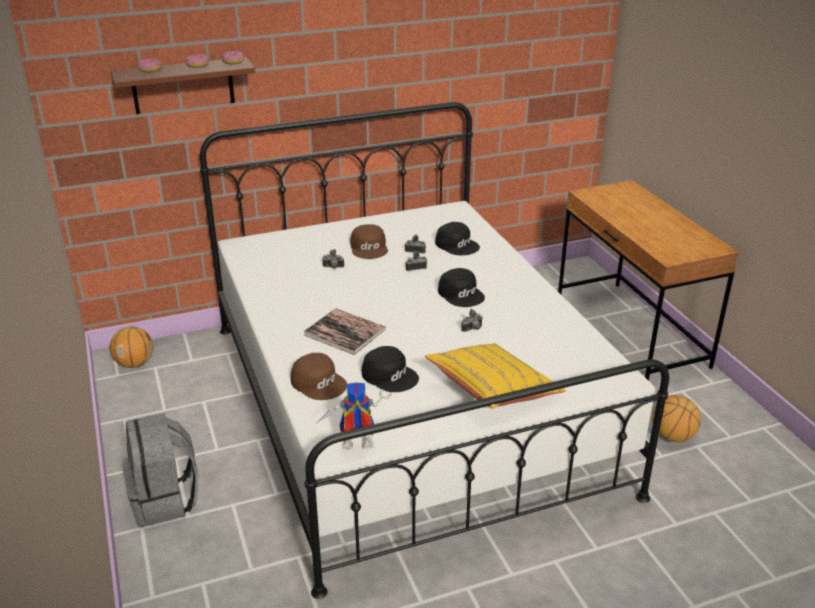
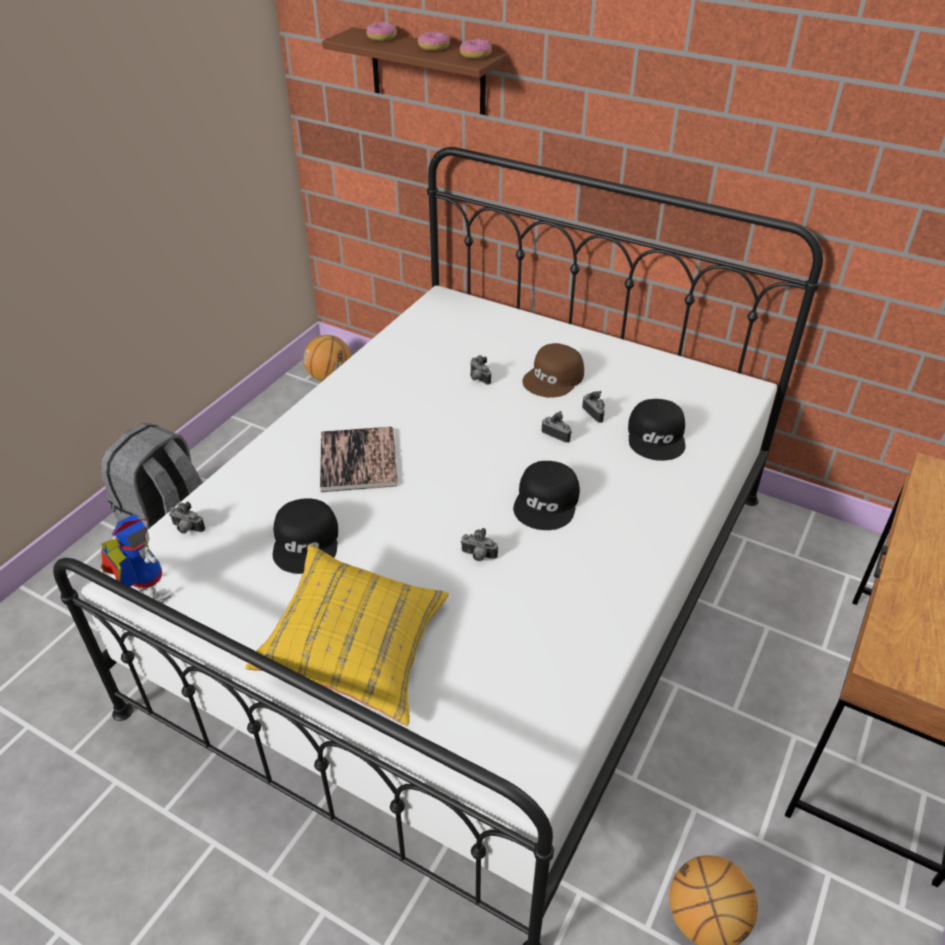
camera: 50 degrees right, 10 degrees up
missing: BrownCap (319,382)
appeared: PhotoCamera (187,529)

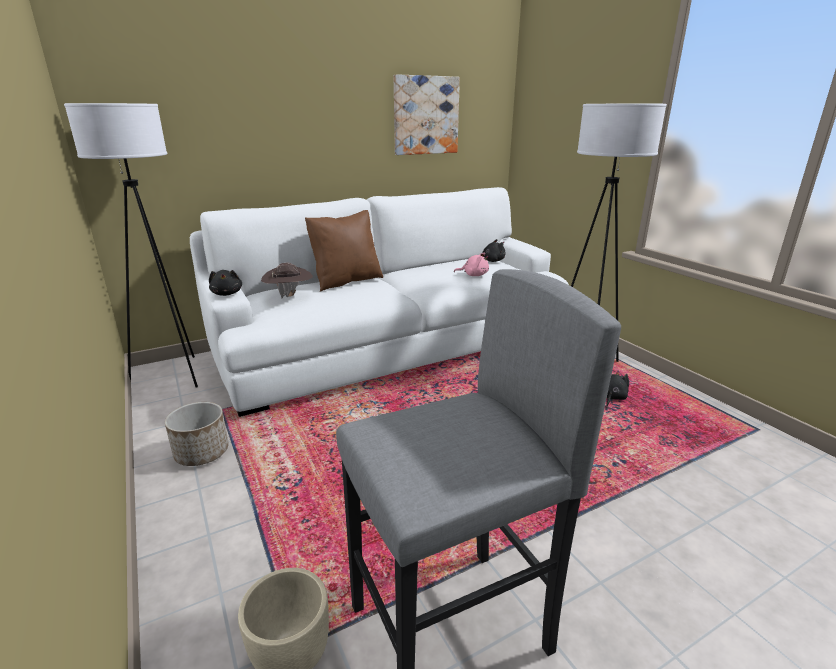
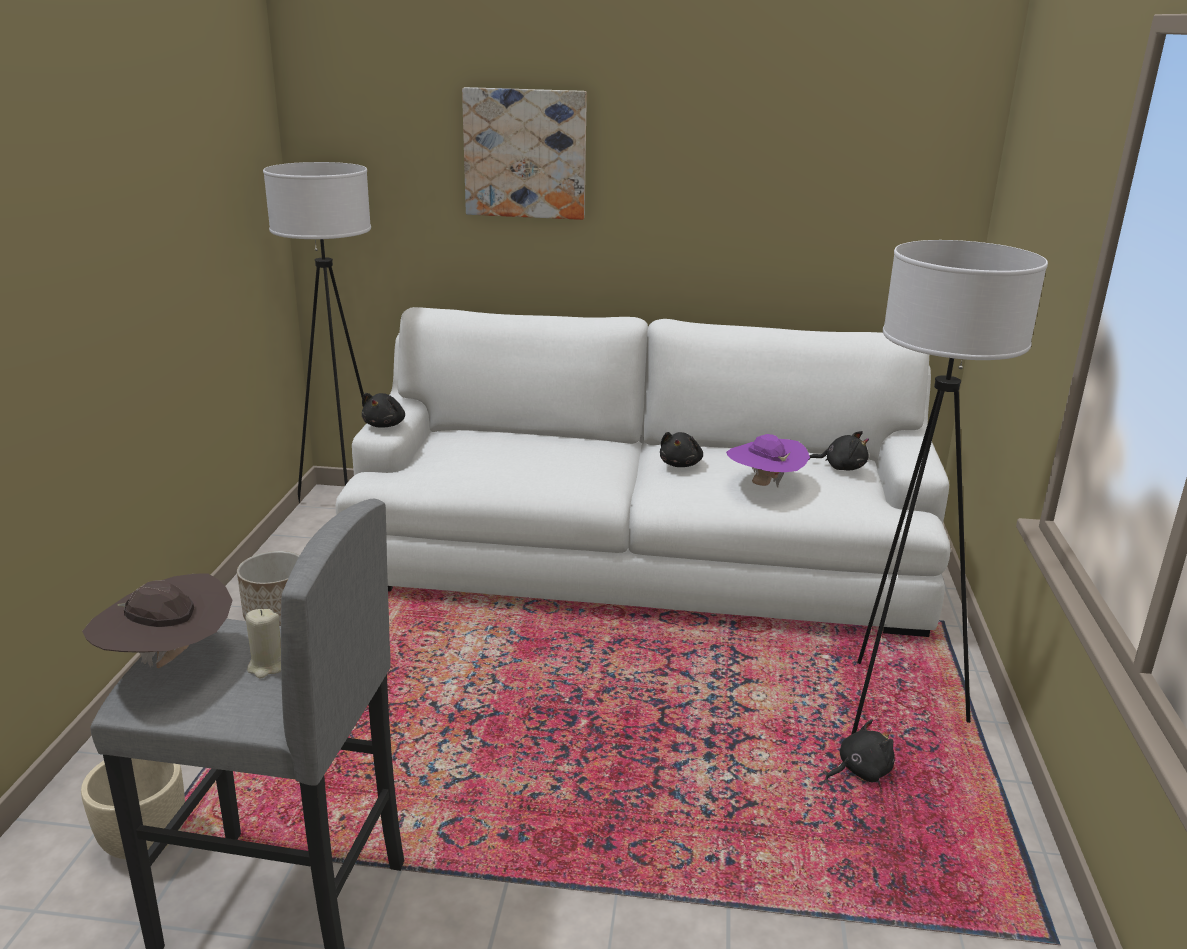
camera: 35 degrees right, 0 degrees up
missing: BrownPillow (346,281)
appeared: BeigeCandle (268,666); BlackPlushToy (681,464)
relocated: BrownHat (289,296) to (168,662); Picture (425,115) to (525,153)
exchanged: PinkPlushToy (474,275) to PurpleHat (764,485)

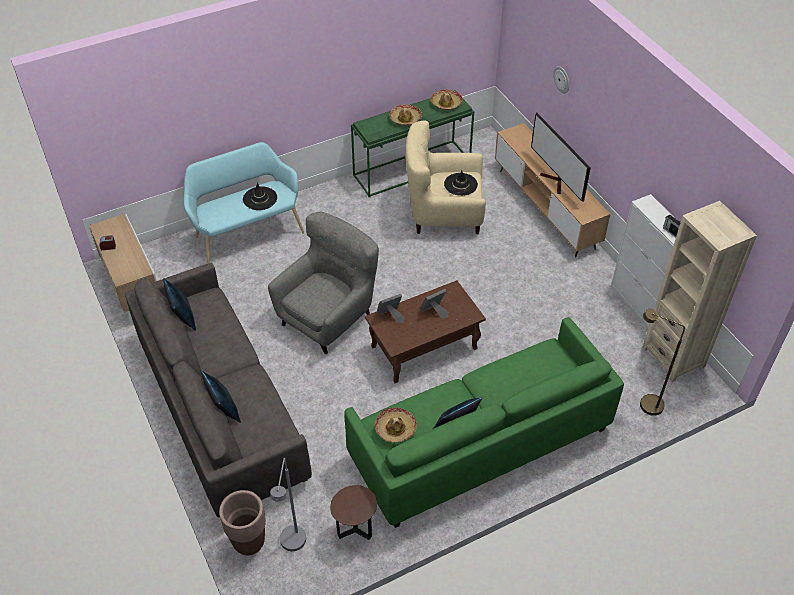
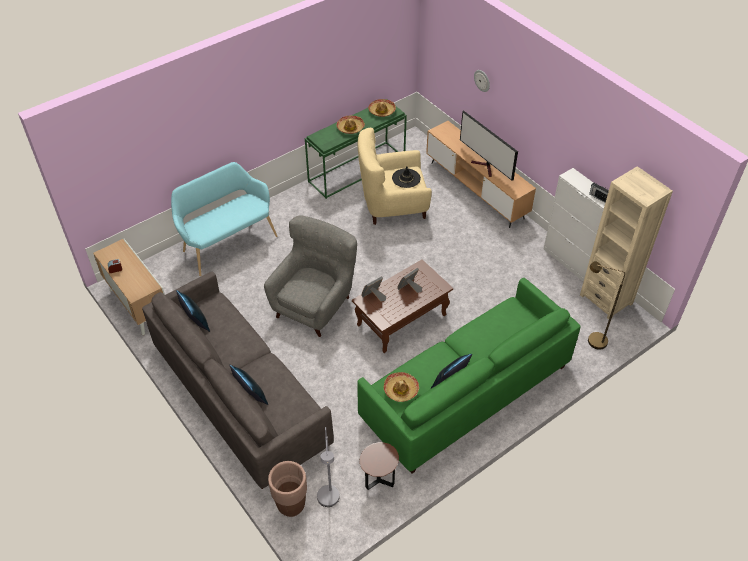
camera: 10 degrees left, 0 degrees up
missing: BlackHat (260,198)

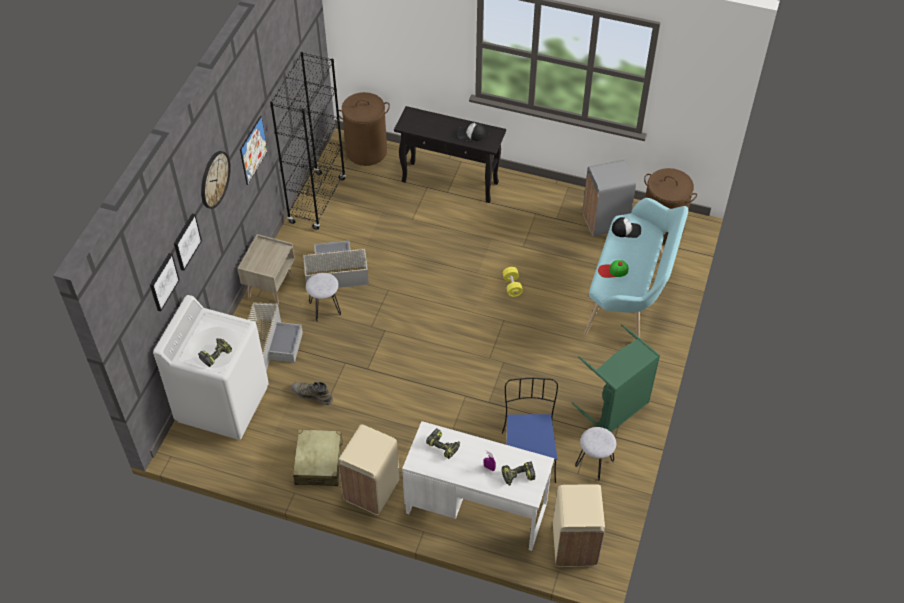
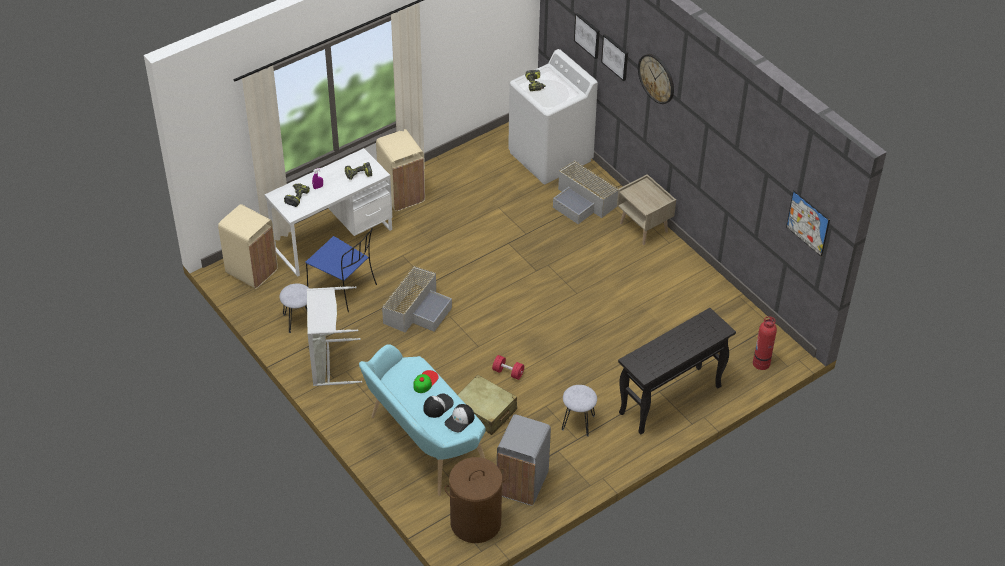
camera: 125 degrees right, 5 degrees down
missing: BlackBookcase (317,201); GreenBoot (312,394)
relocated: Picture (253,150) to (808,223); BeigeSuitcase (319,463) to (485,411); GreyStorageBox (335,272) to (417,309); GreyStool (325,308) to (578,423); Cap (471,134) to (438,406)
exchanged: BrownLaundryBasket (366,151) to FireExtinguisher (761,362)
colour: YellowDumbbell (512,286) to RedDumbbell (508,372); GreenLaundryBasket (616,408) to GreyLaundryBasket (329,363)

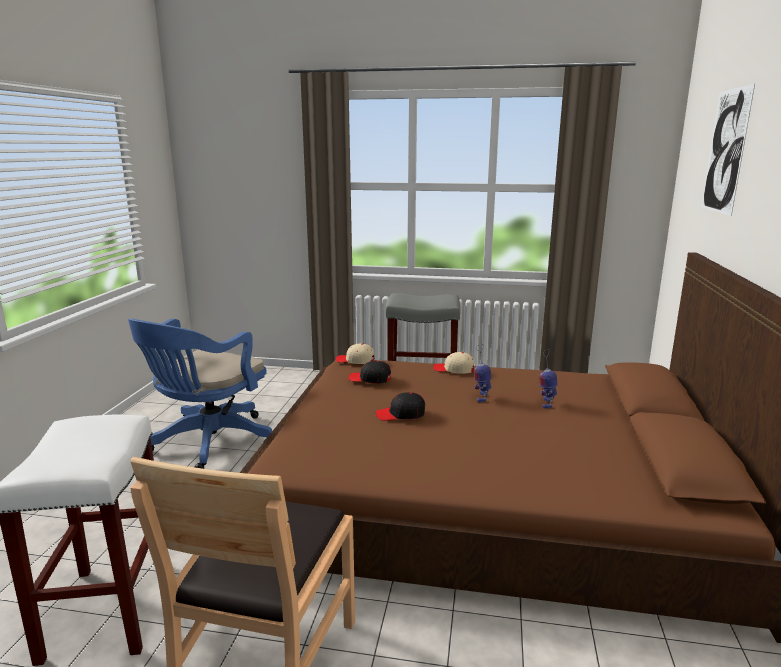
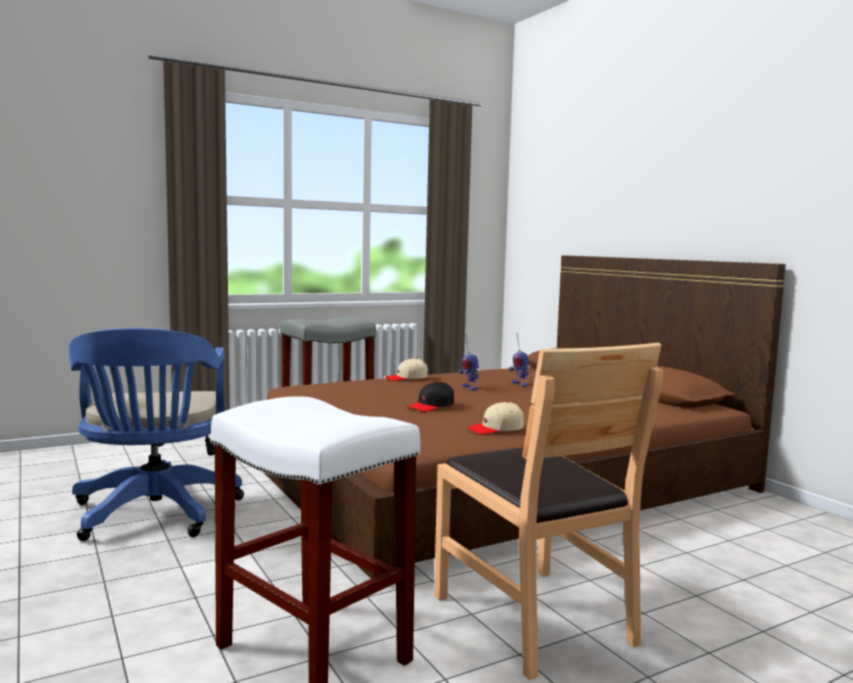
camera: 40 degrees left, 10 degrees down
missing: BlackCap (370,379); Picture (725,151)
relocated: BeigeCap (355,360) to (496,429)

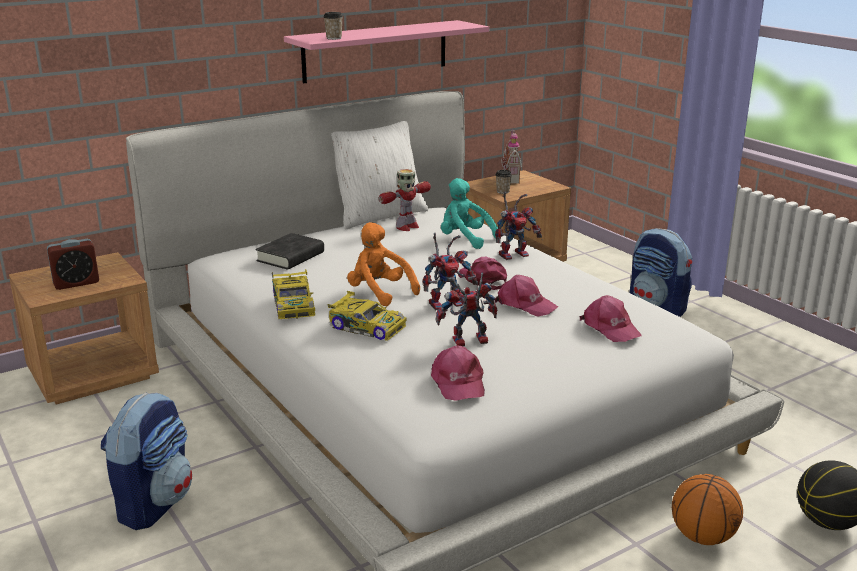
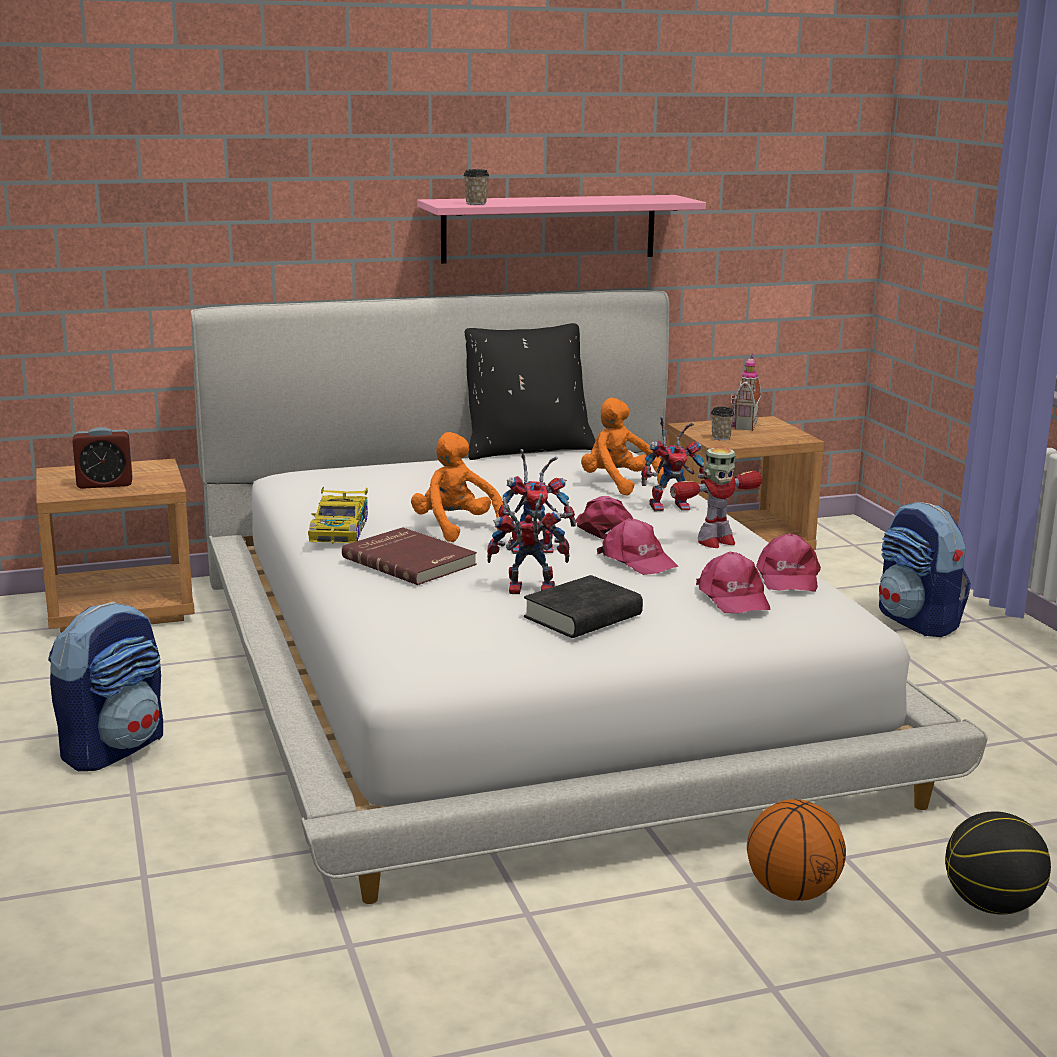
camera: 15 degrees right, 5 degrees down
relocated: BlackBook (290,257) to (583,616); ToyRobot (406,227) to (715,542); PinkCap (457,382) to (787,577)
exchanged: ToyCar (366,326) to RedBook (411,560)
colour: WhitePillow (379,215) to BlackPillow (526,449); TurquoisePlushToy (465,239) to OrangePlushToy (618,484)

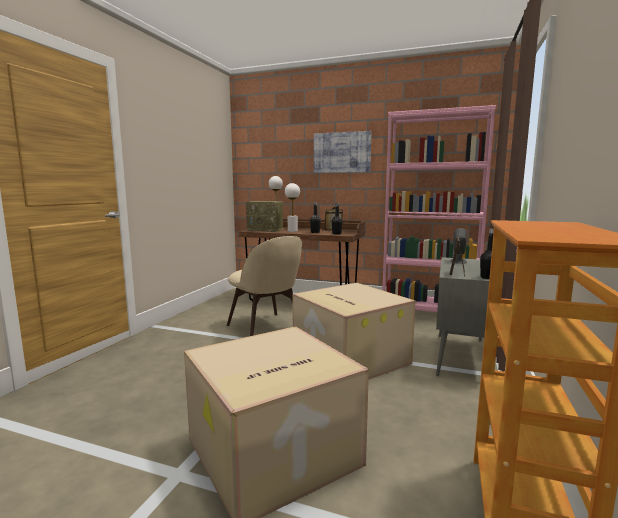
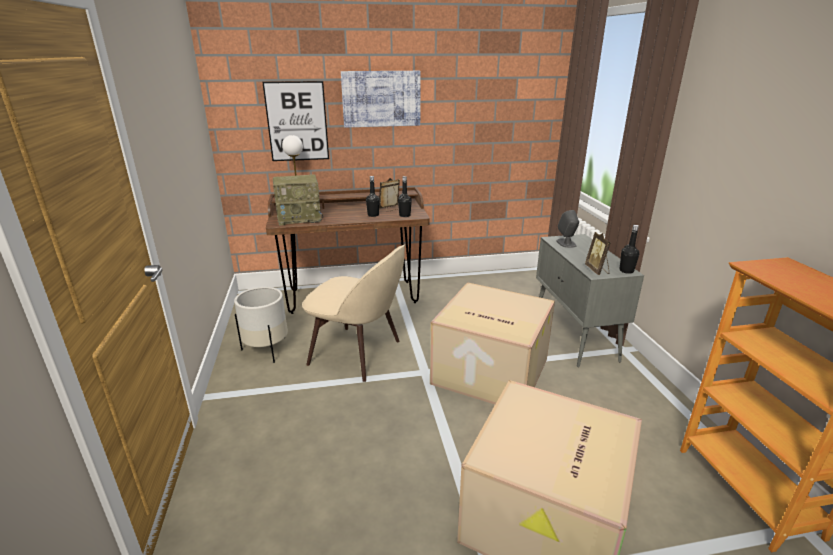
camera: 30 degrees left, 15 degrees up
missing: WhiteTableLamp (292,231); PinkBookcase (428,311)
appeared: WhitePlanter (267,350); Picture (297,121)

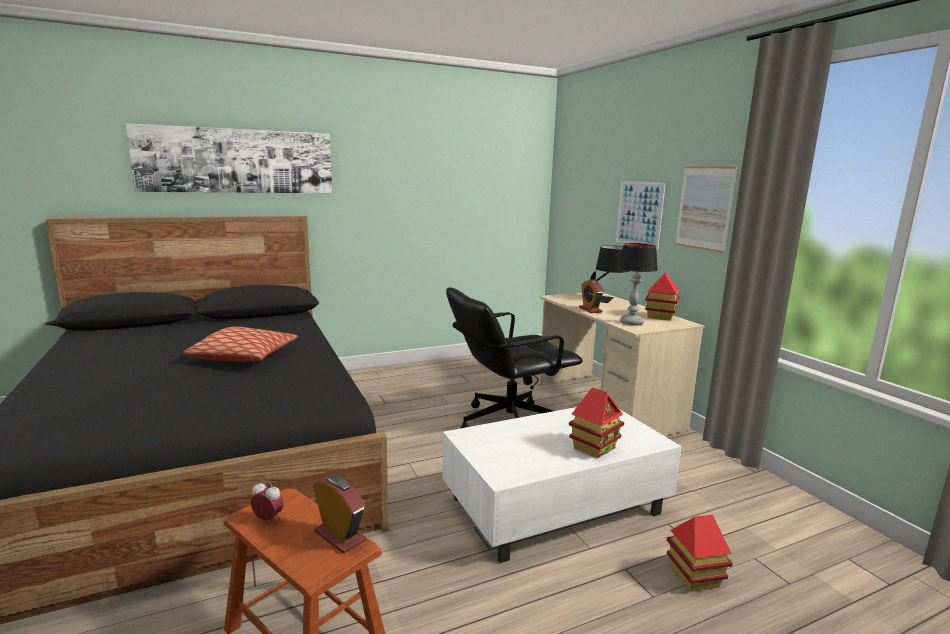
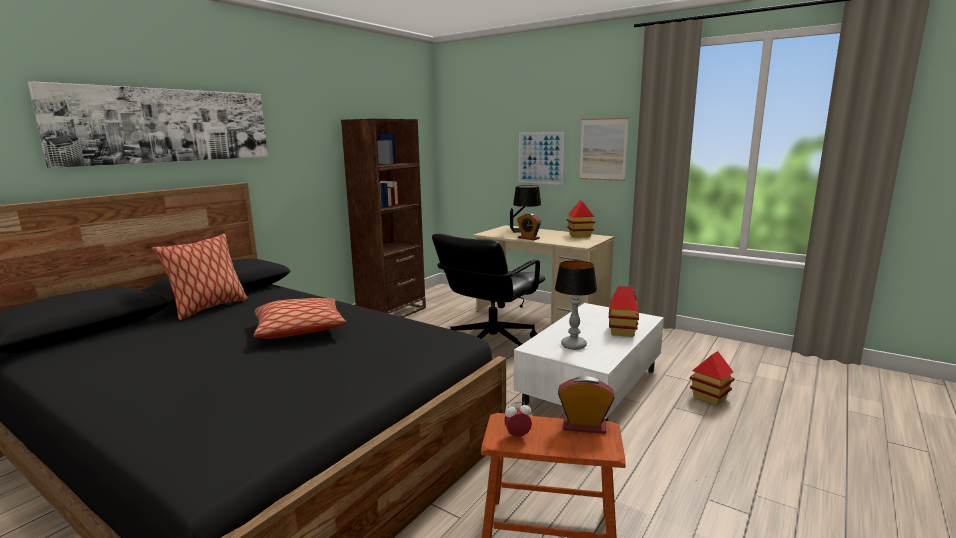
camera: 30 degrees left, 0 degrees up
appeared: Pillow (209,308); BrownBookcase (392,312)
relocated: TableLamp (632,323) to (573,345)

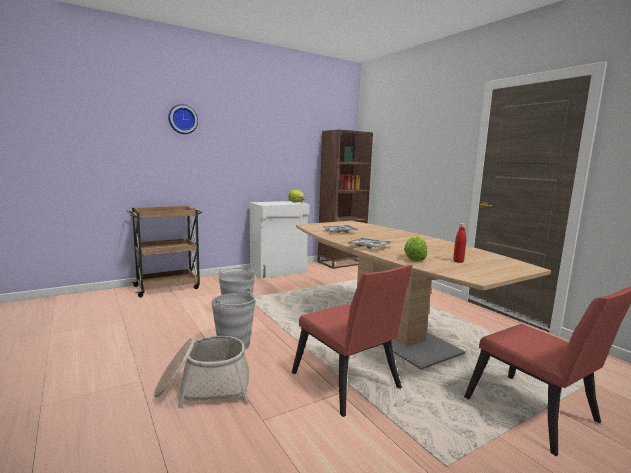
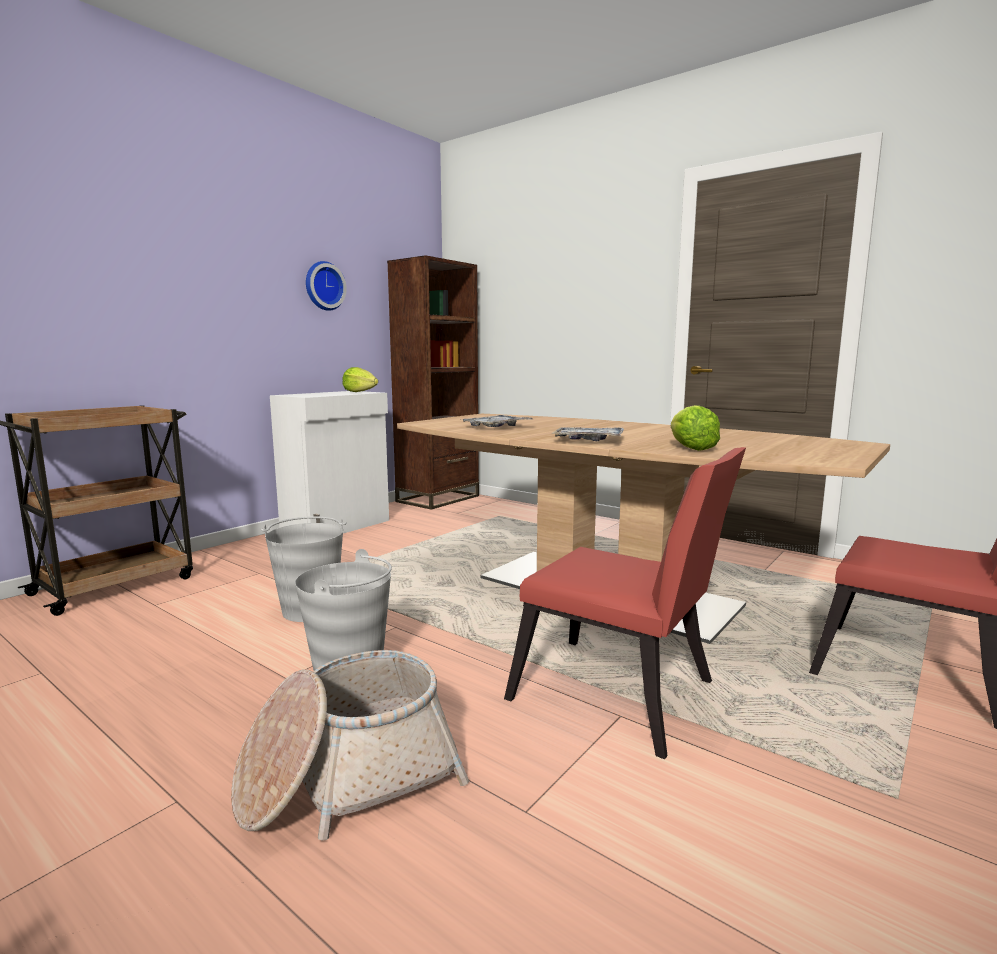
camera: 20 degrees left, 0 degrees up
missing: RedBottle (458,261)
relocated: WallClock (182,119) to (323,286)

